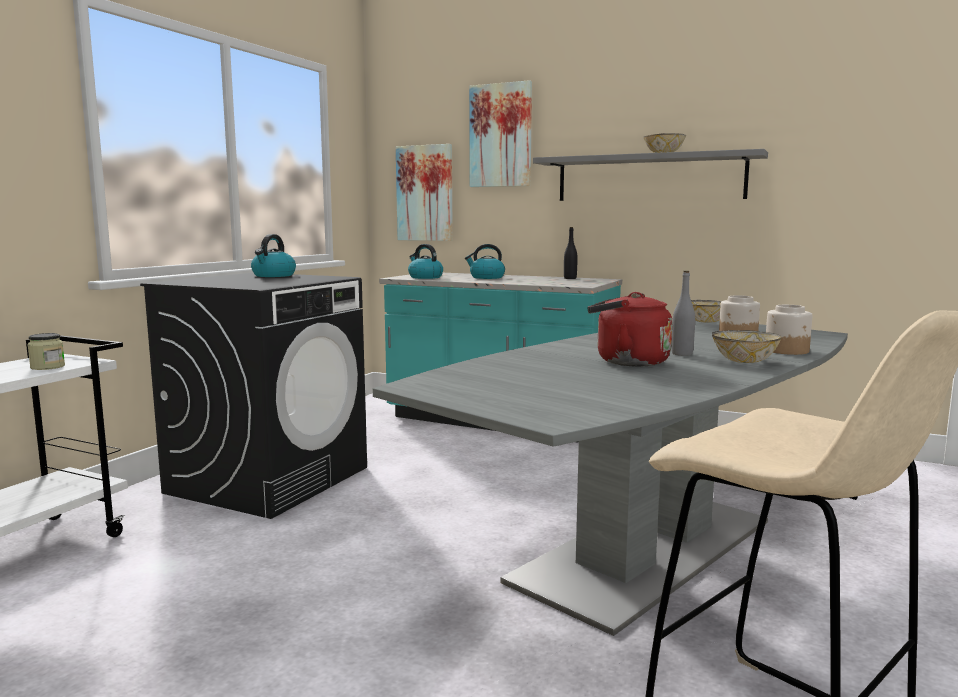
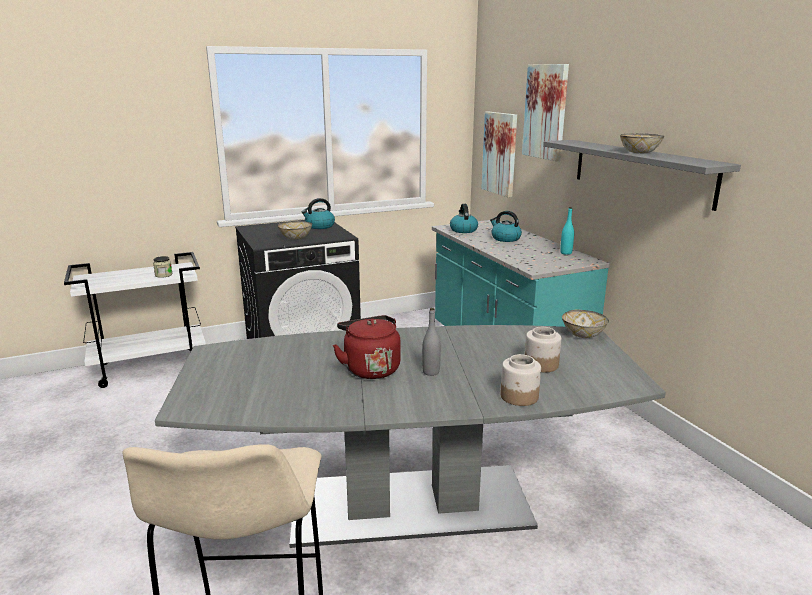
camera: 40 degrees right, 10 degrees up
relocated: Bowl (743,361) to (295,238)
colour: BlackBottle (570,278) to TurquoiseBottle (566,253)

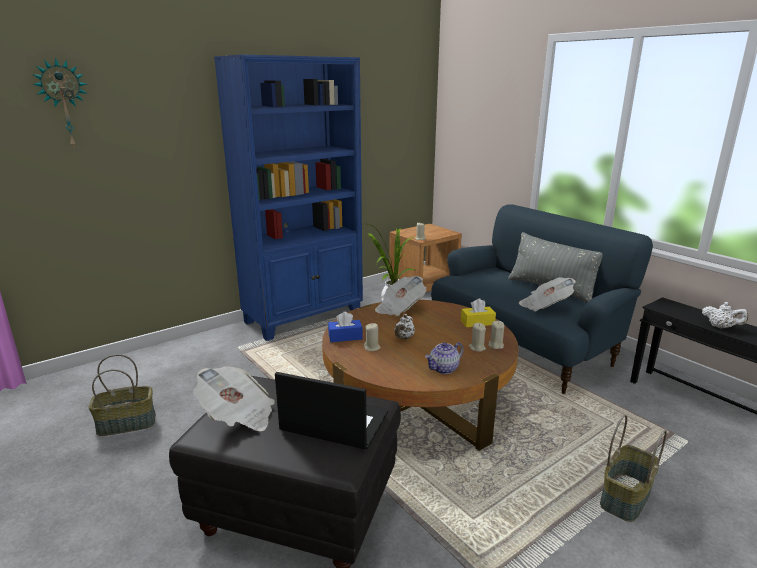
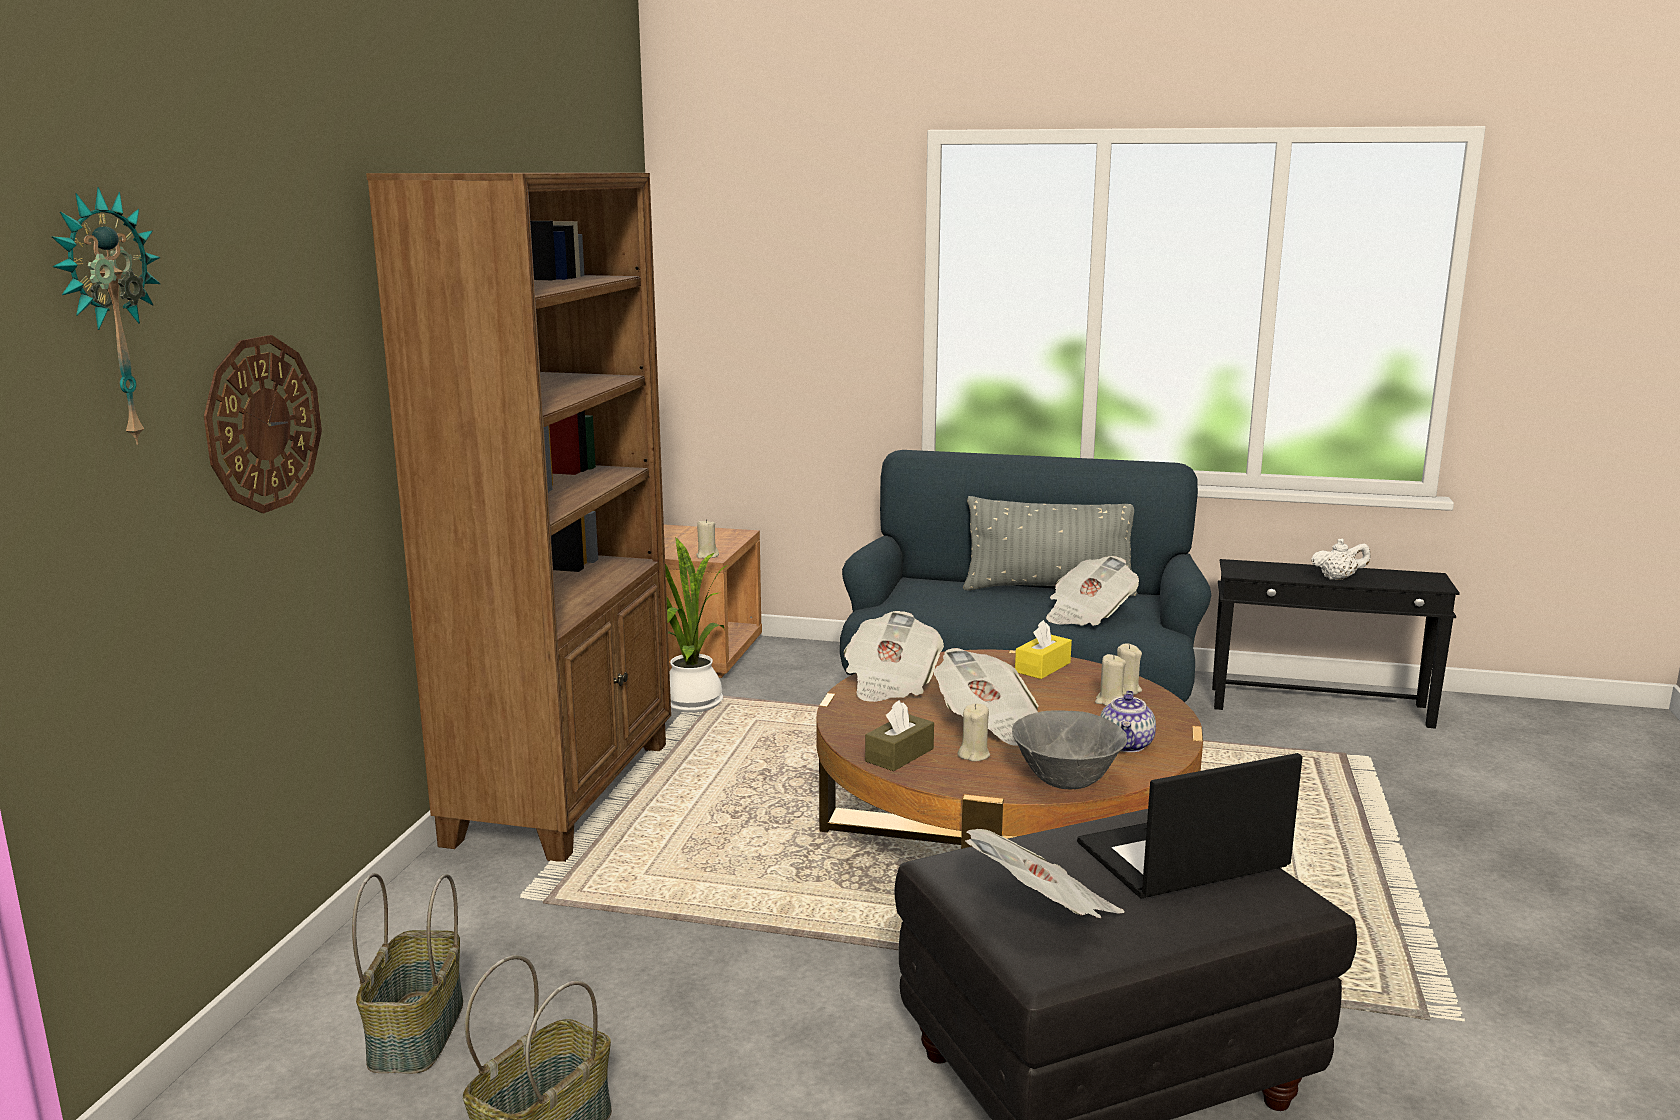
camera: 40 degrees left, 5 degrees down
appeared: WallClock (263,424); GreyBowl (1066,783)
relocated: Basket (626,498) to (418,1033)
exchanged: WhiteTeapot (404,338) to Newspaper (988,724)
colour: BlueBookcase (304,317) to BrownBookcase (564,791); BlueTissueBox (345,337) to BrownTissueBox (899,755)

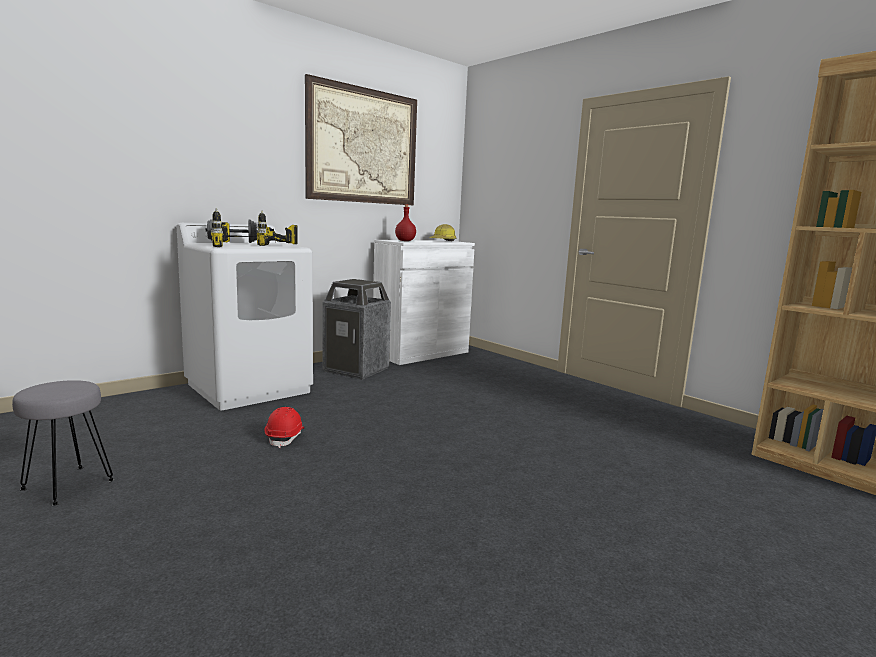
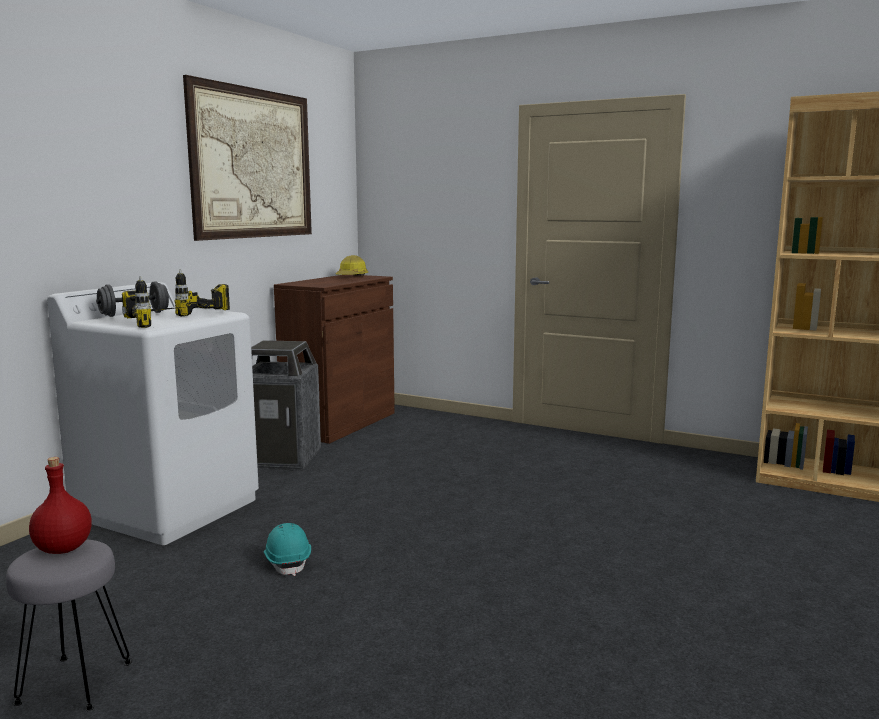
camera: 20 degrees left, 0 degrees up
relocated: RedBottle (405,241) to (62,549)
colour: RedHardHat (285,437) to TurquoiseHardHat (288,562); WhiteCabinet (421,353) to BrownCabinet (340,423)

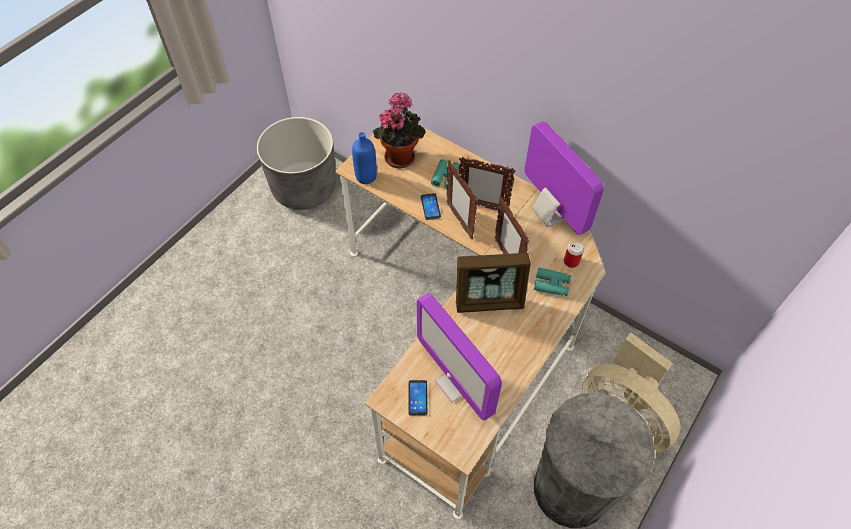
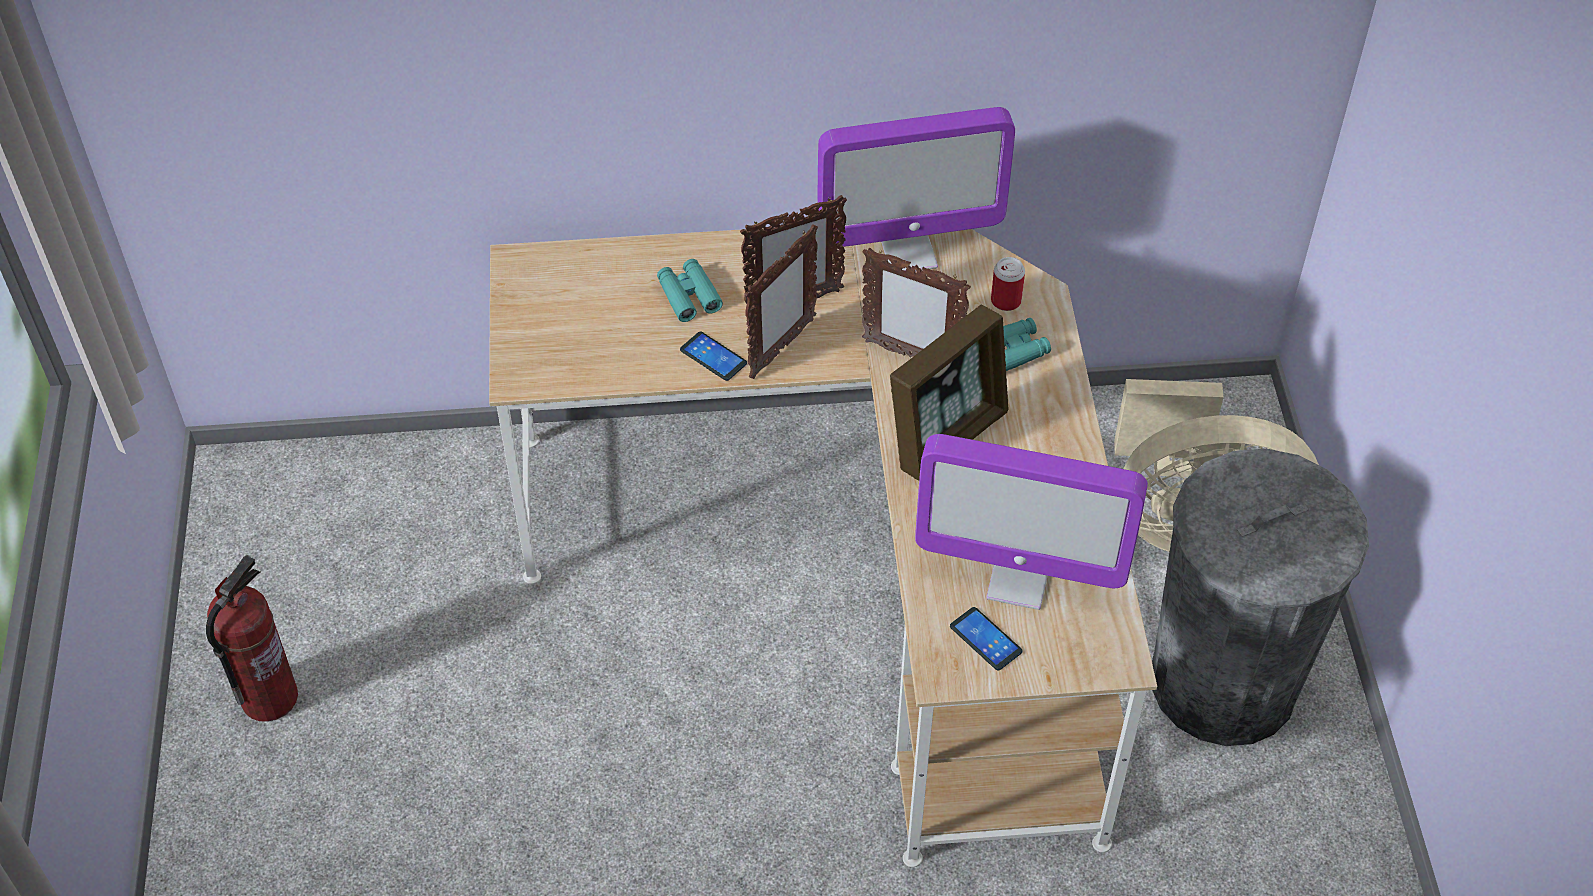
camera: 40 degrees left, 5 degrees down
missing: GreyPlanter (304,188); BlueBottle (366,177); PottedPlant (400,155)
appeared: FireExtinguisher (269,697)
spun: PictureFrame (459,221) = (781,349) 75 degrees counterclockwise; Monitor (550,215) = (908,252) 150 degrees clockwise

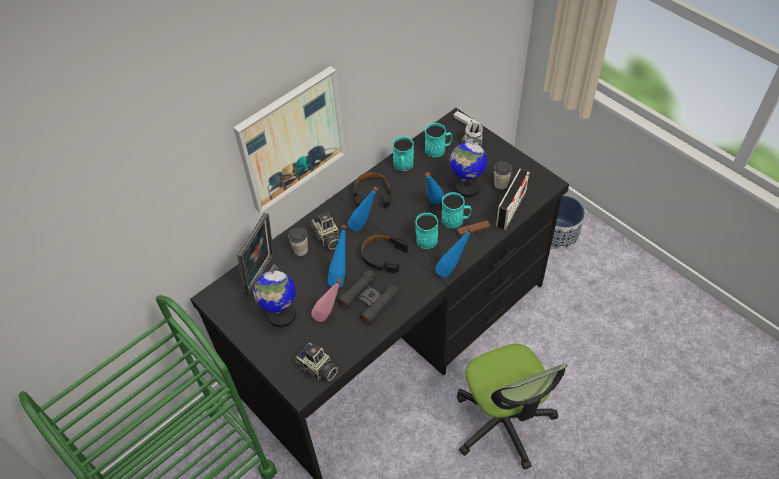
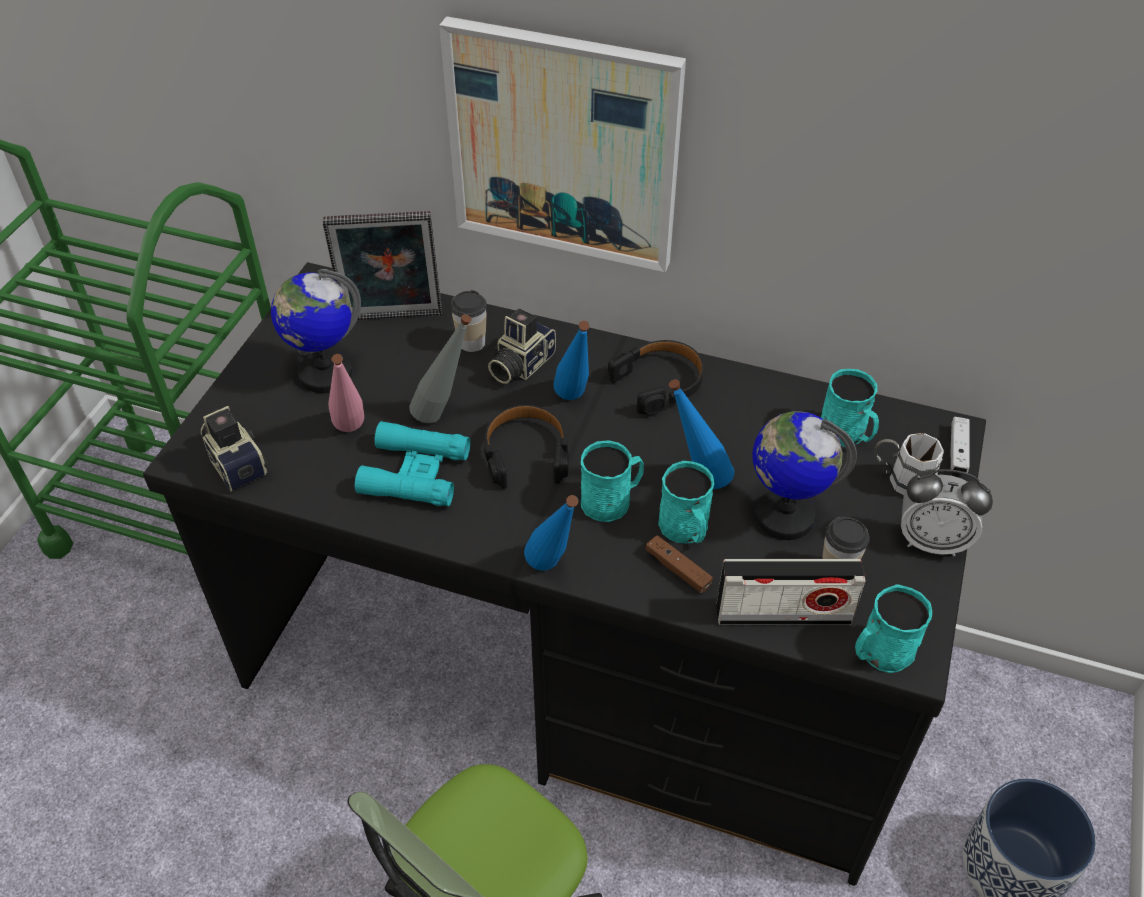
camera: 60 degrees right, 5 degrees down
appeared: AlarmClock (931,541)
relocated: TurquoiseMug (403,165) to (880,652)
colour: BlueBottle (341,277) to GreyBottle (445,415); BlackBinoculars (368,300) to TurquoiseBinoculars (415,473)
spun: PhotoCamera (317,369) = (236,462) 135 degrees clockwise

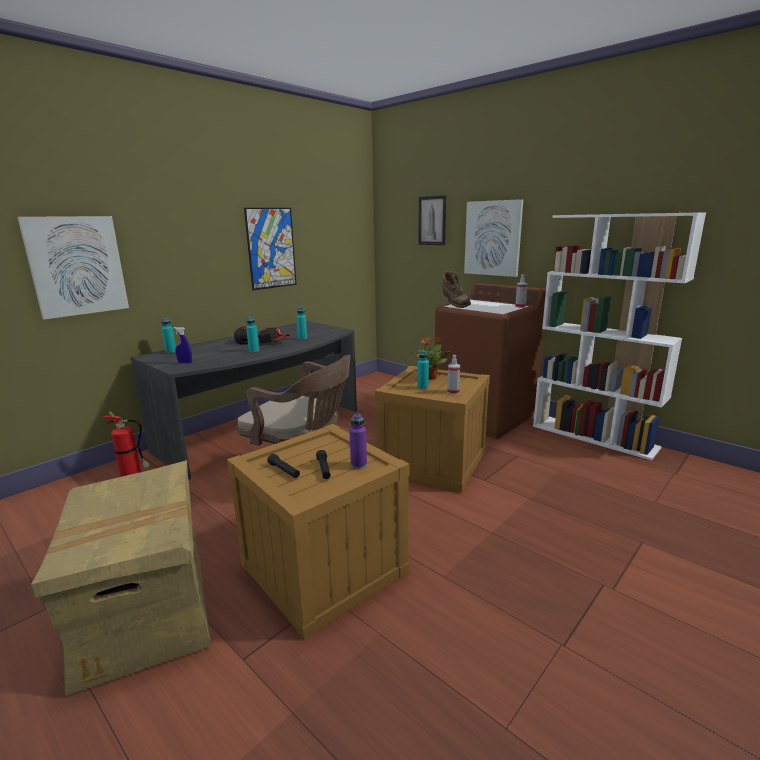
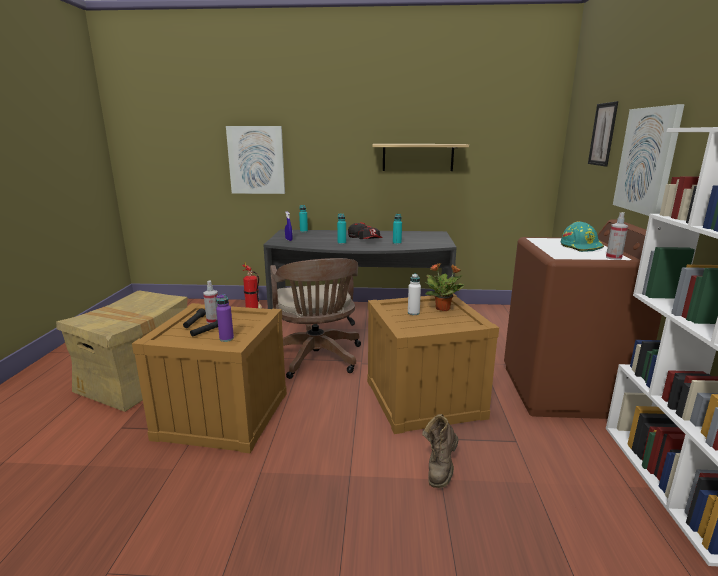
camera: 50 degrees right, 0 degrees up
appeared: TurquoiseHardHat (581,247)
relocated: BrownBoot (454,305) to (440,468); SprayBottle (453,392) to (213,321)
exchanged: Picture (271,248) to Shelf (418,157)
colour: TurquoiseBottle (422,387) to WhiteBottle (413,313)

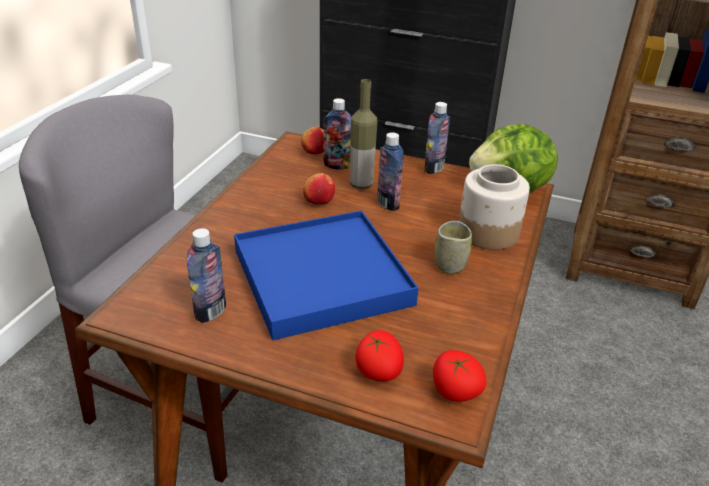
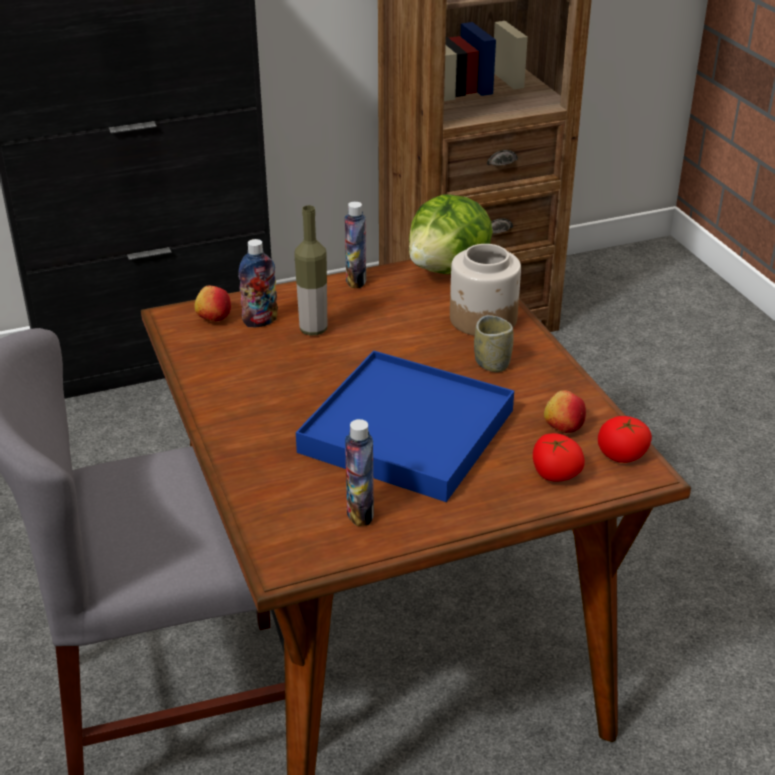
camera: 40 degrees left, 0 degrees up
missing: Bottle (388,204)
relocated: Apple (318,200) to (563,426)

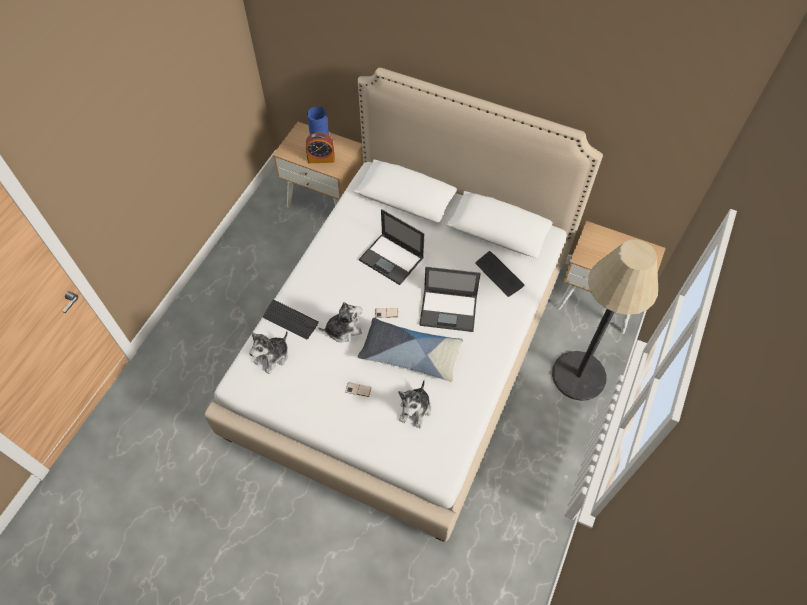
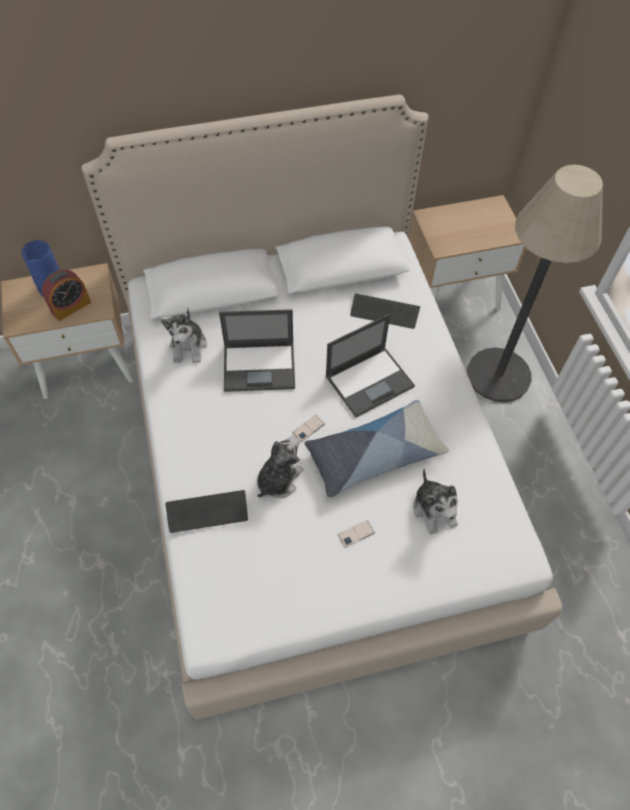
camera: 40 degrees left, 0 degrees up
relocated: PlushToy (273,357) to (188,346)

